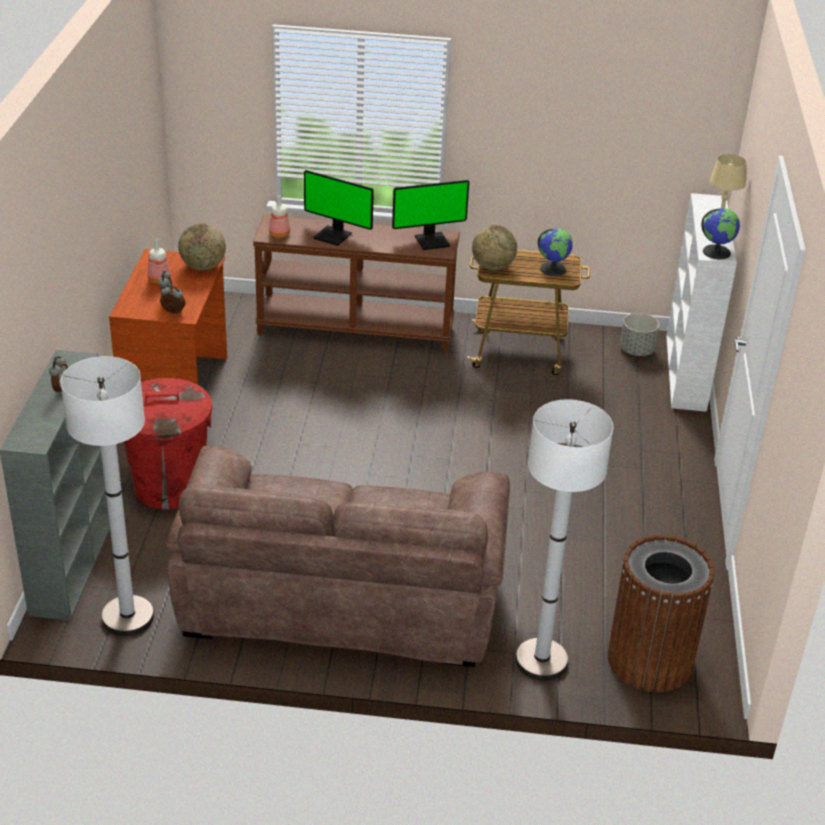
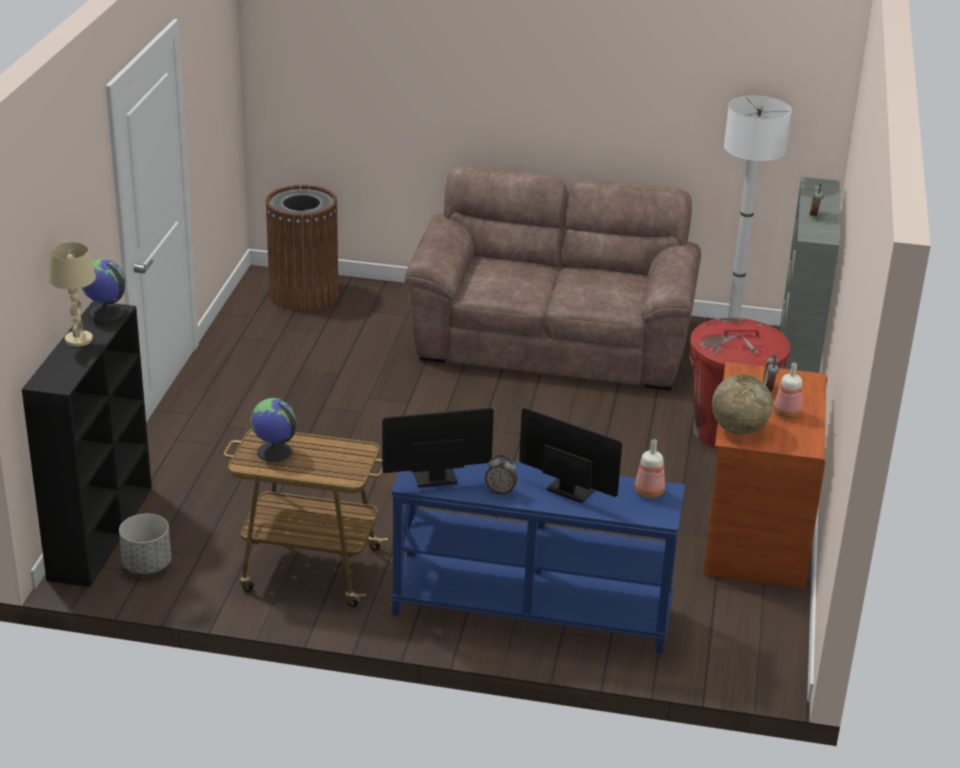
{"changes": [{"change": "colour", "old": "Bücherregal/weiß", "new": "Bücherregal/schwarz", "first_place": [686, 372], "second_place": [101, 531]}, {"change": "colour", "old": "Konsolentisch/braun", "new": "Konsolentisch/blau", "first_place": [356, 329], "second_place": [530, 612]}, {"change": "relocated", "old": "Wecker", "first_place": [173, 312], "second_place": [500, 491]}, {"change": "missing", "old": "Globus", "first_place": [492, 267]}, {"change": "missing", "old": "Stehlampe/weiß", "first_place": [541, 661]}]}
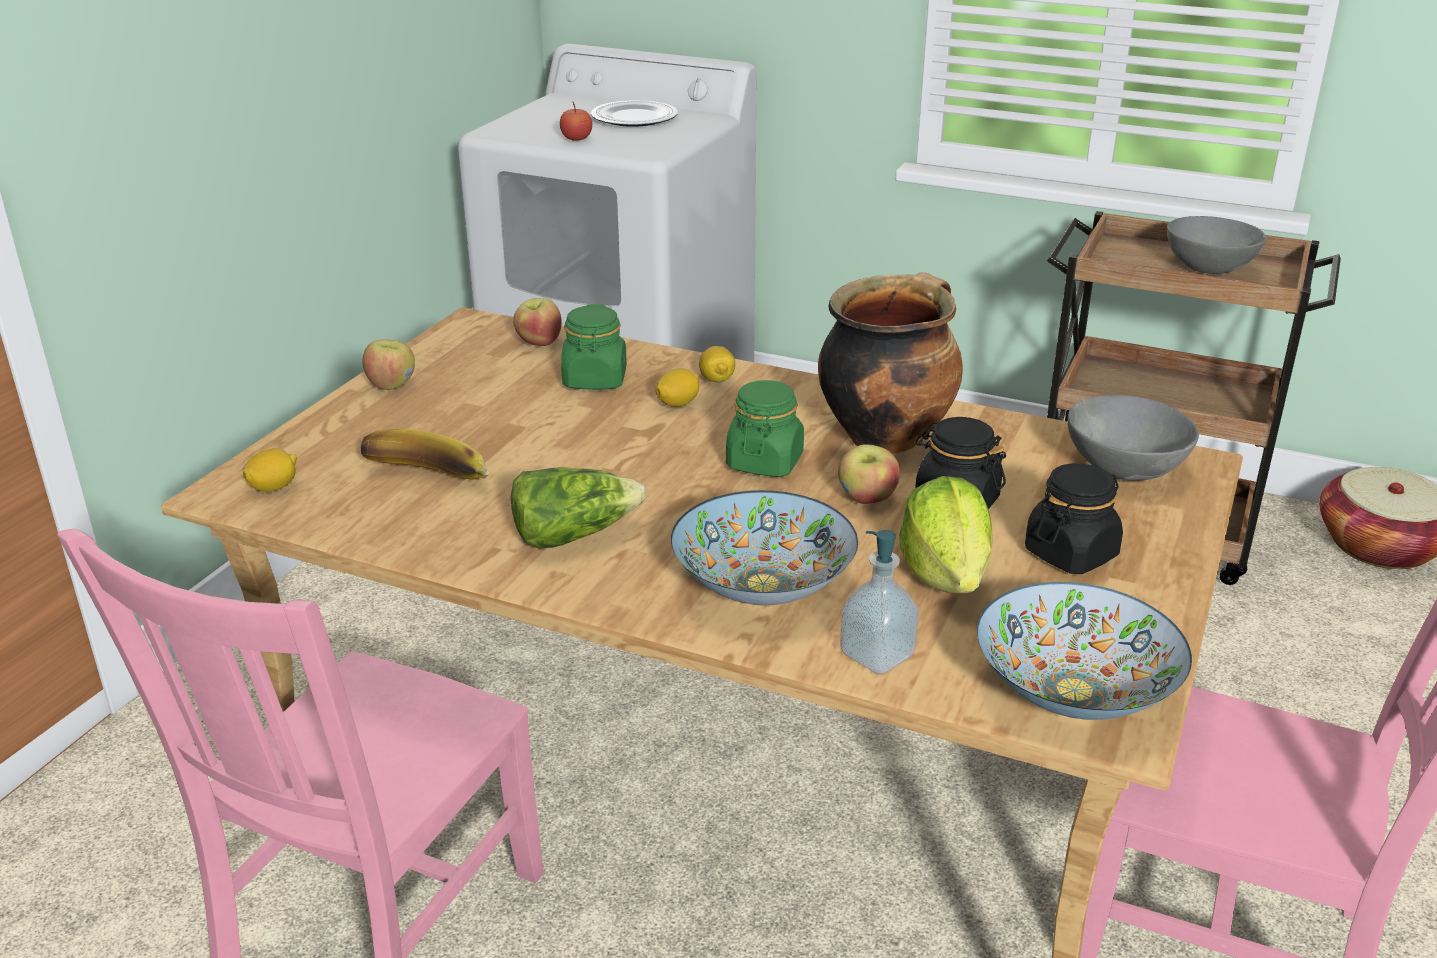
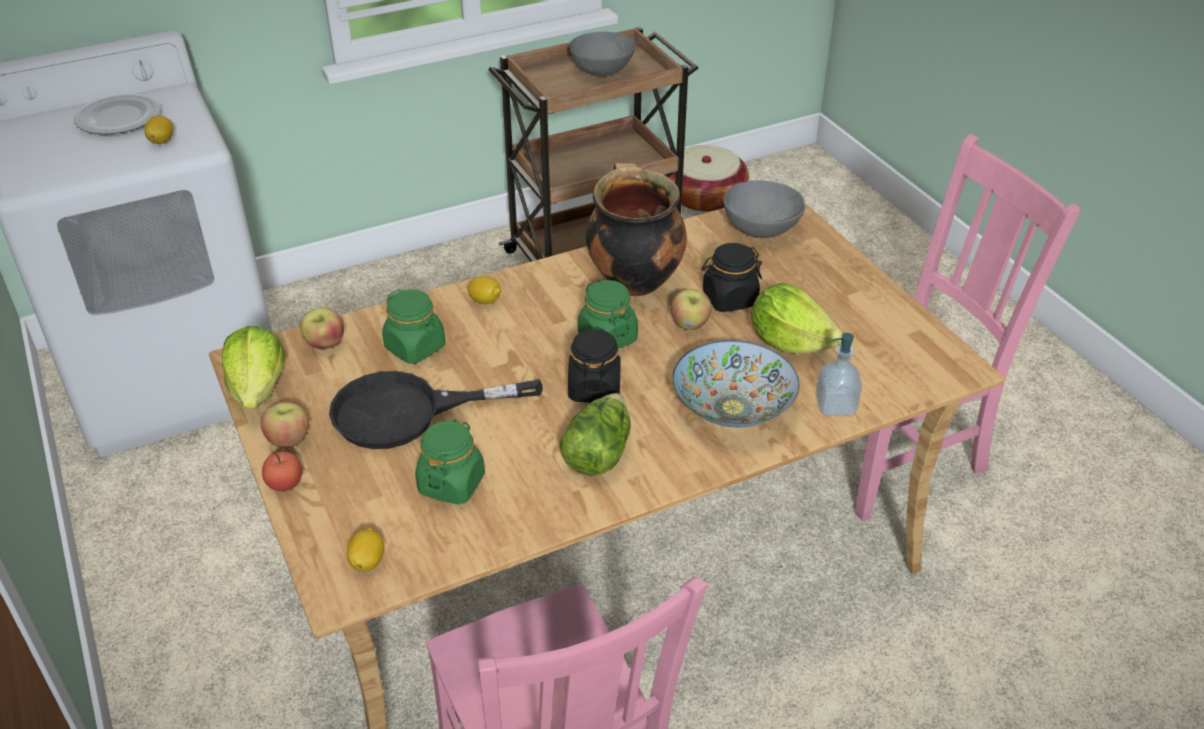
{"changes": [{"change": "relocated", "old": "Zitrone", "first_place": [678, 403], "second_place": [162, 141]}, {"change": "appeared", "new": "Salatkopf", "second_place": [259, 389]}, {"change": "relocated", "old": "Apfel", "first_place": [576, 138], "second_place": [285, 483]}, {"change": "appeared", "new": "Pfanne/schwarz", "second_place": [407, 412]}, {"change": "exchanged", "old": "Banane", "new": "Vorratsglas/grün", "first_place": [426, 480], "second_place": [451, 483]}, {"change": "relocated", "old": "Vorratsglas/schwarz", "first_place": [1071, 553], "second_place": [594, 388]}, {"change": "missing", "old": "Schüssel", "first_place": [1075, 692]}]}
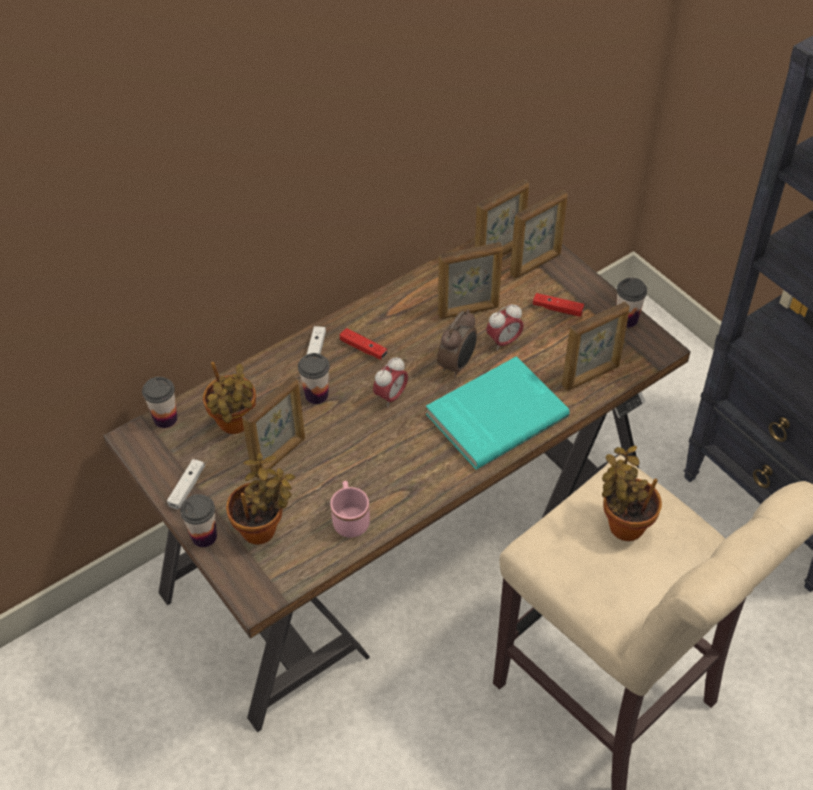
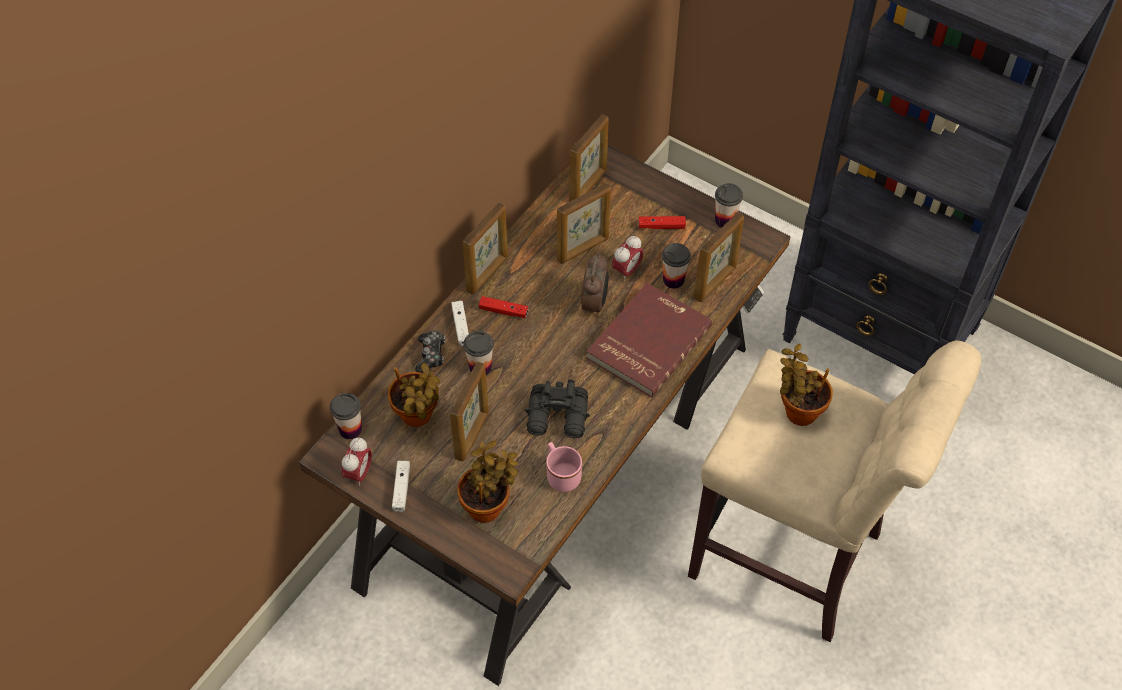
{"changes": [{"change": "relocated", "old": "Wecker", "first_place": [391, 397], "second_place": [359, 473]}, {"change": "appeared", "new": "Gamepad", "second_place": [431, 355]}, {"change": "relocated", "old": "Bilderrahmen", "first_place": [536, 264], "second_place": [488, 274]}, {"change": "appeared", "new": "Fernglas/schwarz", "second_place": [558, 418]}, {"change": "colour", "old": "Buch/türkis", "new": "Buch/rot", "first_place": [495, 414], "second_place": [647, 341]}, {"change": "relocated", "old": "Tasse", "first_place": [204, 536], "second_place": [673, 280]}]}
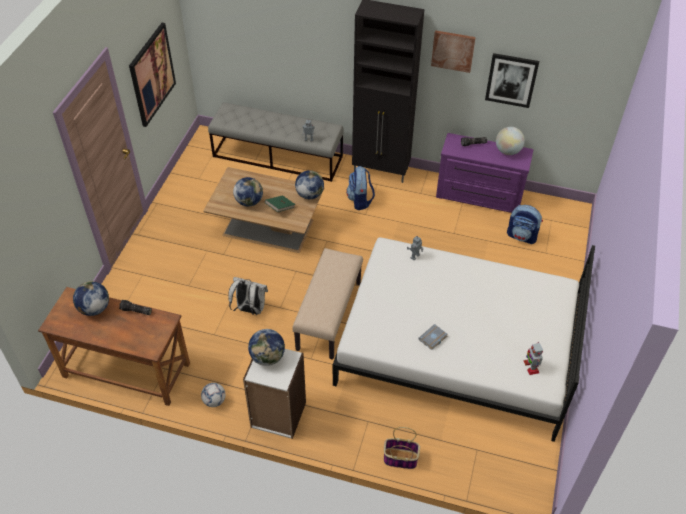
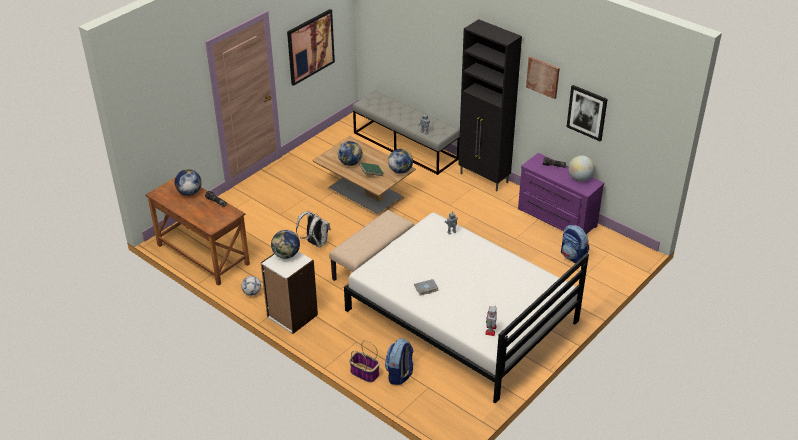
{"changes": [{"change": "relocated", "old": "Rucksack", "first_place": [360, 200], "second_place": [399, 374]}]}
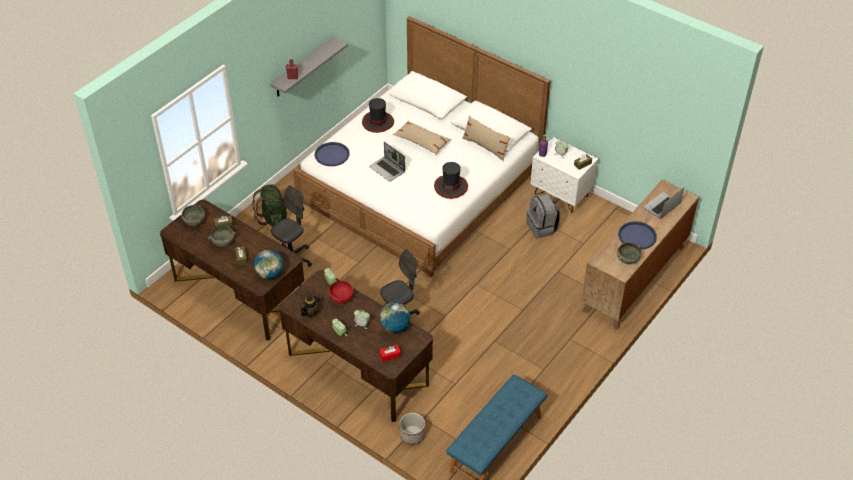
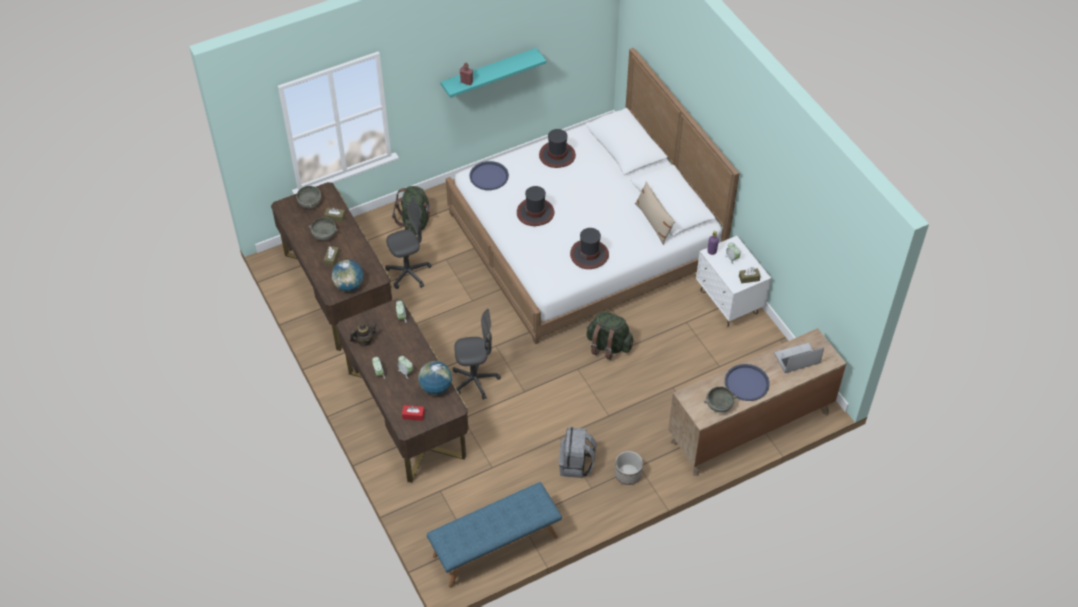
{"changes": [{"change": "colour", "old": "Wandregal/grau", "new": "Wandregal/türkis", "first_place": [303, 67], "second_place": [489, 73]}, {"change": "exchanged", "old": "Laptop", "new": "Hut", "first_place": [387, 169], "second_place": [535, 212]}, {"change": "relocated", "old": "Rucksack/grau", "first_place": [542, 228], "second_place": [576, 464]}, {"change": "appeared", "new": "Rucksack/grün", "second_place": [608, 346]}, {"change": "relocated", "old": "Pflanzkübel", "first_place": [412, 435], "second_place": [627, 474]}, {"change": "missing", "old": "Schüssel/rot", "first_place": [342, 298]}, {"change": "missing", "old": "Kissen/beige", "first_place": [421, 141]}]}
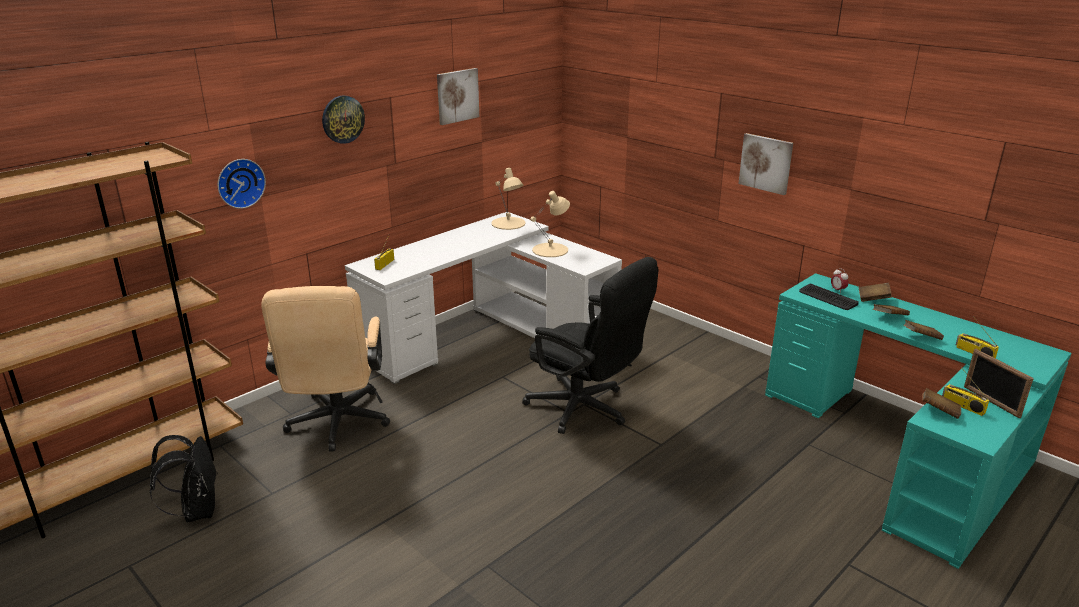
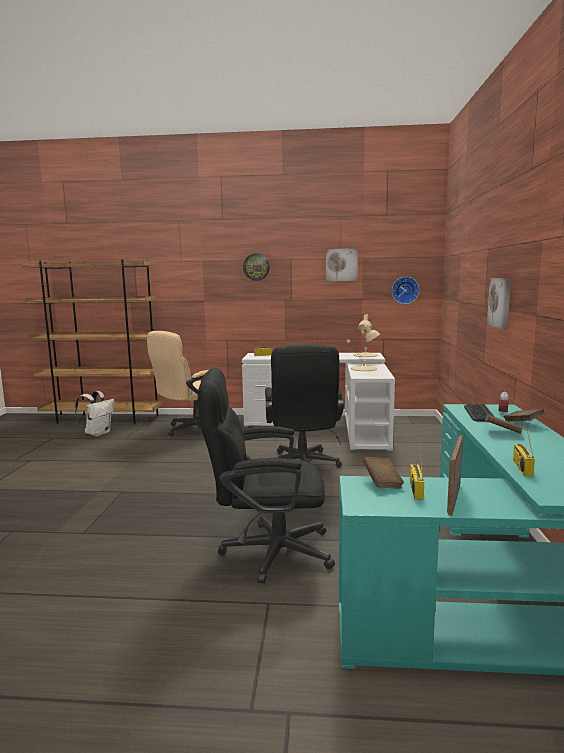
{"changes": [{"change": "colour", "old": "Rucksack/schwarz", "new": "Rucksack/weiß", "first_place": [197, 510], "second_place": [98, 433]}, {"change": "appeared", "new": "Bürostuhl/schwarz", "second_place": [266, 551]}, {"change": "relocated", "old": "Wanduhr", "first_place": [240, 182], "second_place": [405, 290]}, {"change": "missing", "old": "Buch/braun", "first_place": [921, 337]}]}
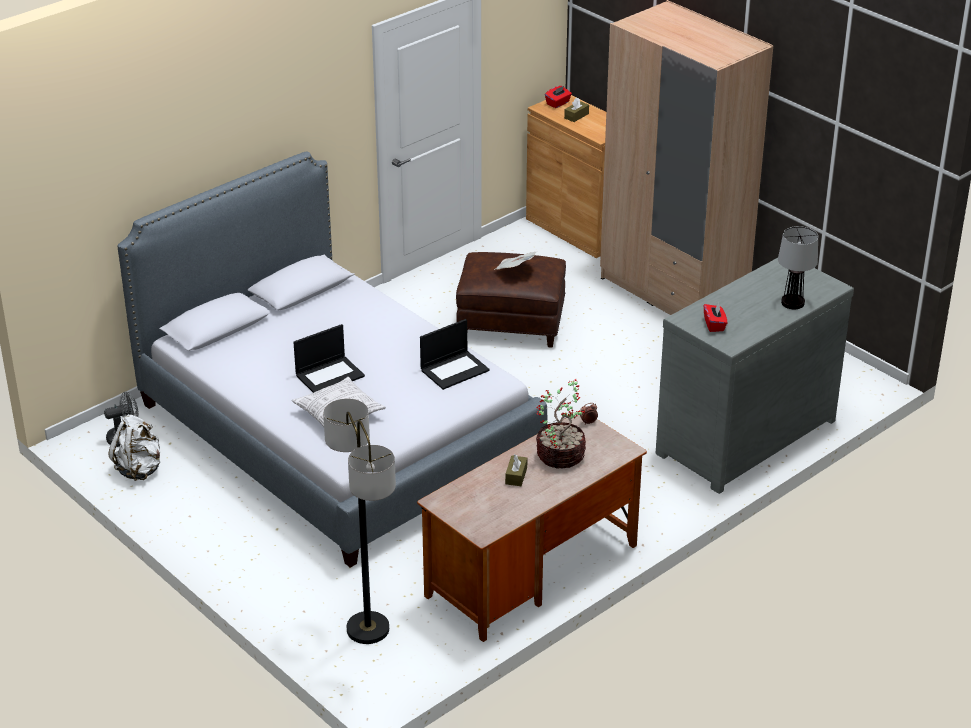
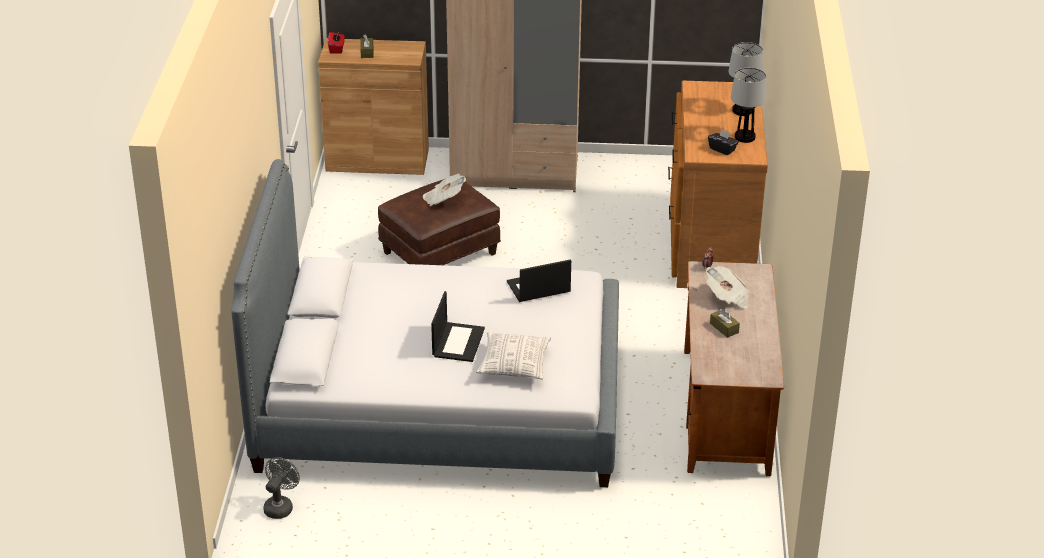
{"changes": [{"change": "spun", "old": "Laptop", "first_place": [455, 370], "second_place": [538, 287], "degrees": -120}, {"change": "colour", "old": "Kommode/grau", "new": "Kommode/braun", "first_place": [743, 435], "second_place": [710, 244]}, {"change": "exchanged", "old": "Topfpflanze", "new": "Zeitung", "first_place": [561, 455], "second_place": [727, 298]}, {"change": "colour", "old": "Taschentuchbox/rot", "new": "Taschentuchbox/schwarz", "first_place": [714, 325], "second_place": [722, 149]}, {"change": "appeared", "new": "Tischlampe", "second_place": [744, 137]}, {"change": "missing", "old": "Rucksack/weiß", "first_place": [139, 469]}, {"change": "missing", "old": "Stehlampe", "first_place": [368, 629]}]}
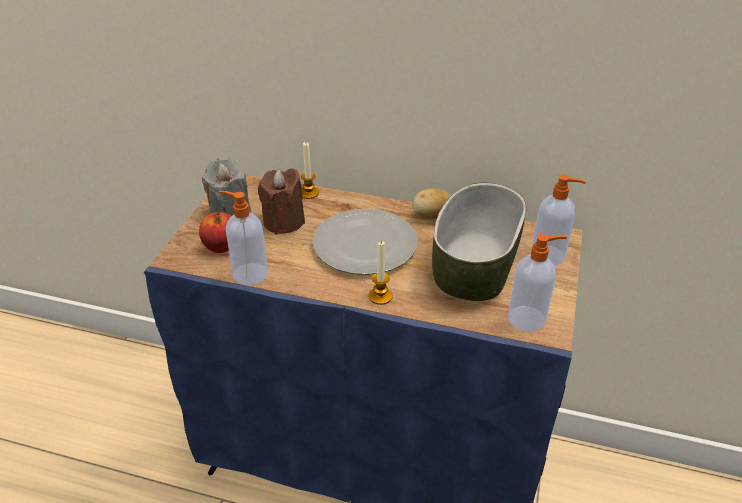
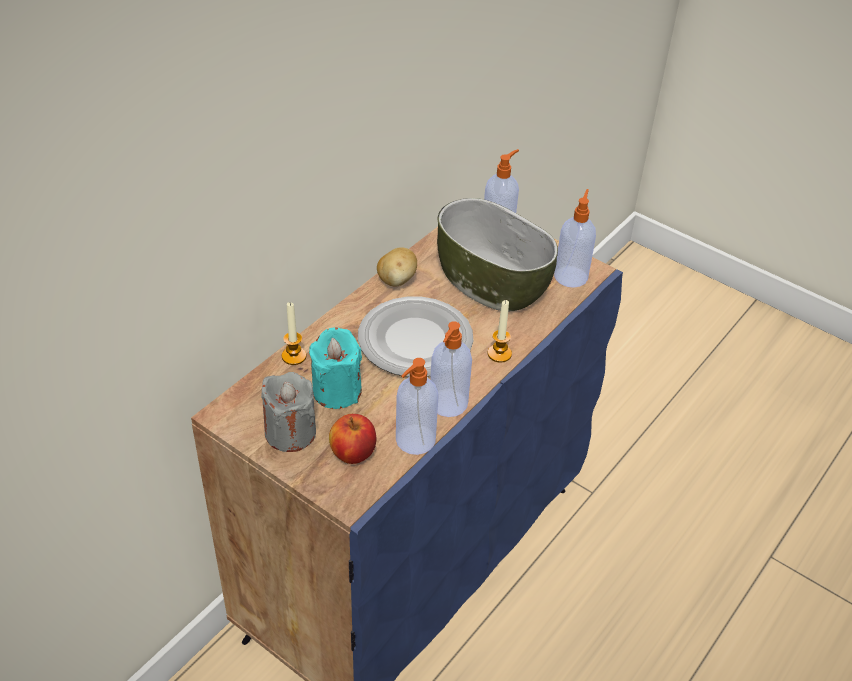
{"changes": [{"change": "colour", "old": "Kerze/braun", "new": "Kerze/türkis", "first_place": [283, 222], "second_place": [337, 391]}, {"change": "appeared", "new": "Seifenspender", "second_place": [447, 404]}]}
